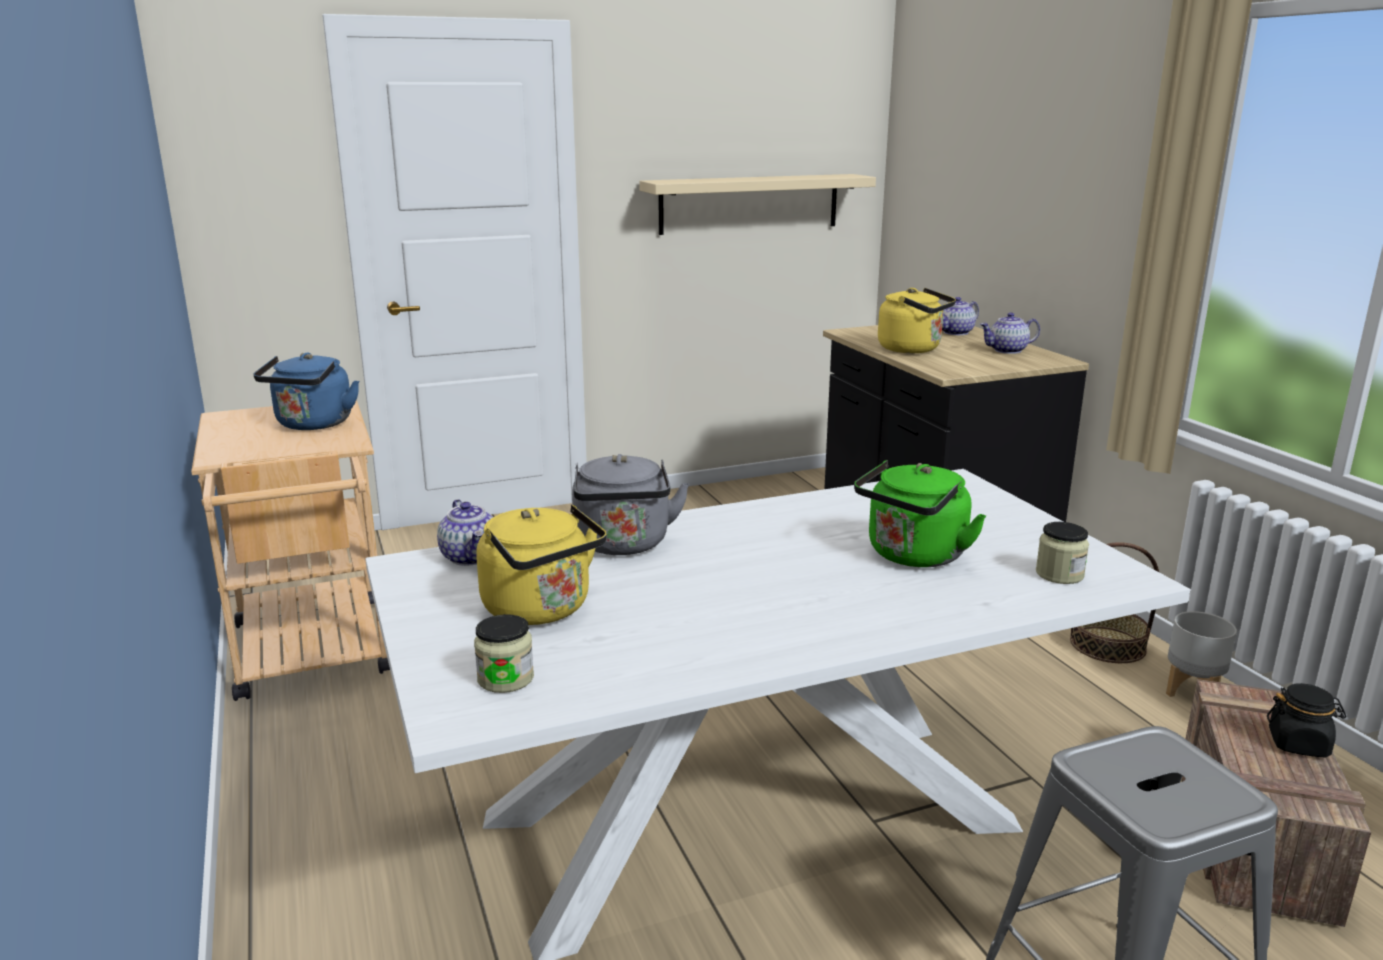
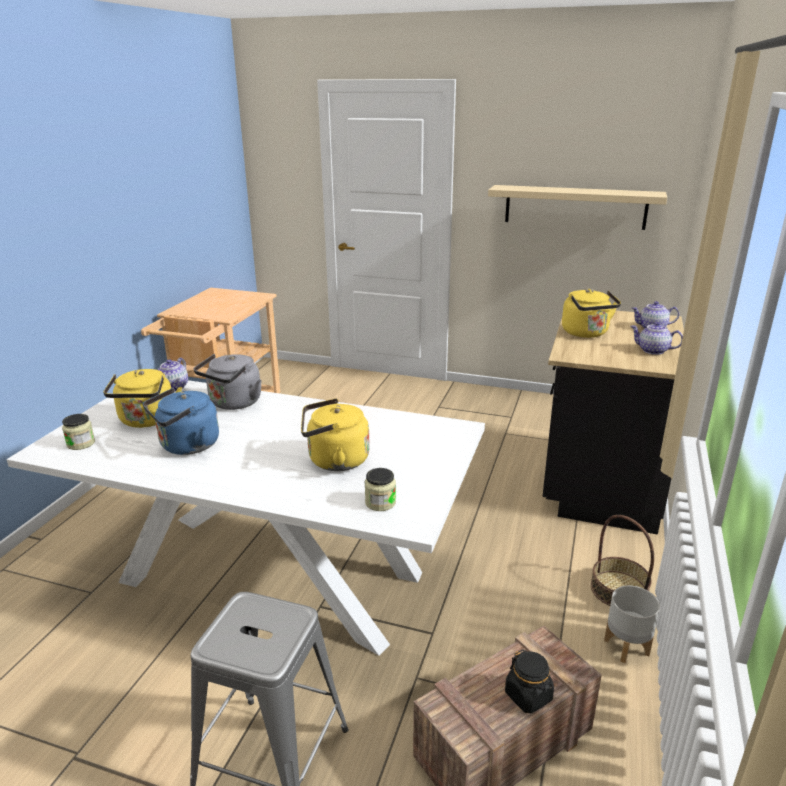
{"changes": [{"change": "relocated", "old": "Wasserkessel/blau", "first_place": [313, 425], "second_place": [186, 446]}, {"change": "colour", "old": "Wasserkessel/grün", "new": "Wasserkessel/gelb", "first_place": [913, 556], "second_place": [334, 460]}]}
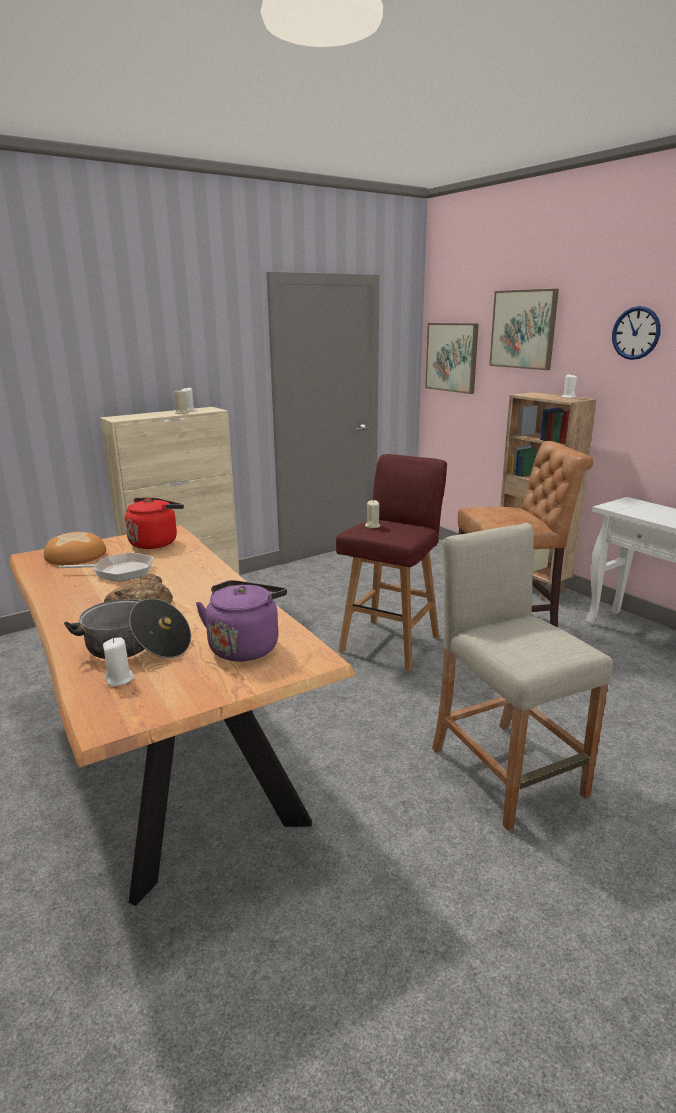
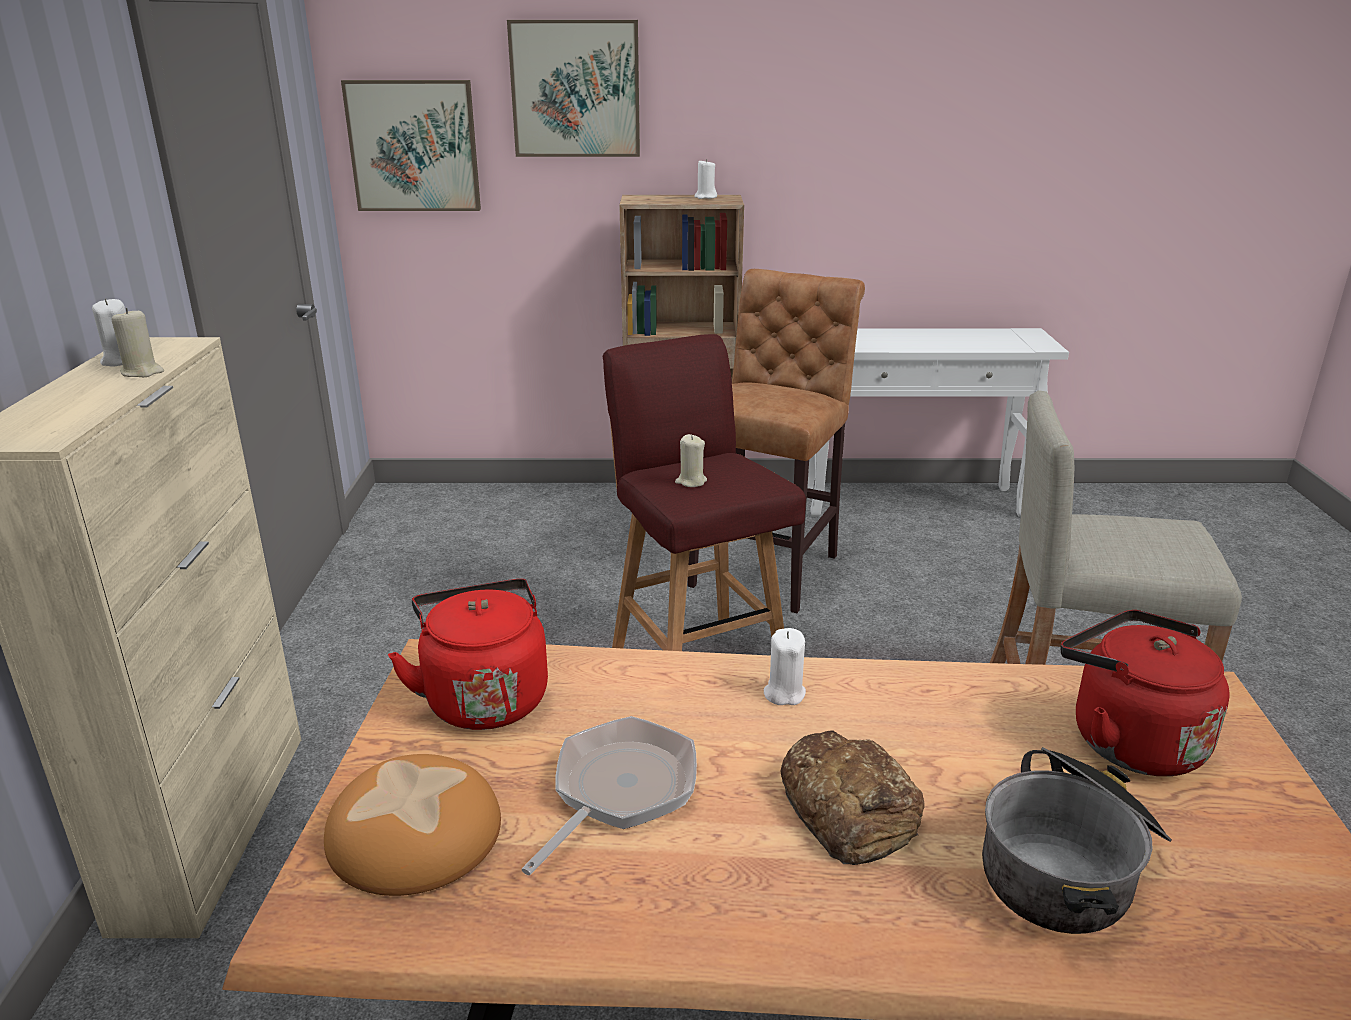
{"changes": [{"change": "relocated", "old": "Kerze/weiß", "first_place": [120, 679], "second_place": [784, 693]}, {"change": "colour", "old": "Wasserkessel/lila", "new": "Wasserkessel/rot", "first_place": [245, 646], "second_place": [1128, 740]}, {"change": "missing", "old": "Wanduhr", "first_place": [636, 333]}]}
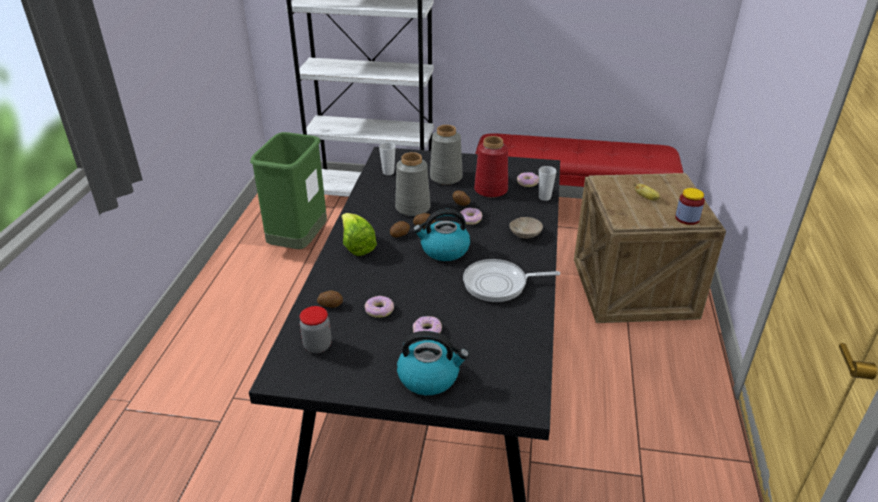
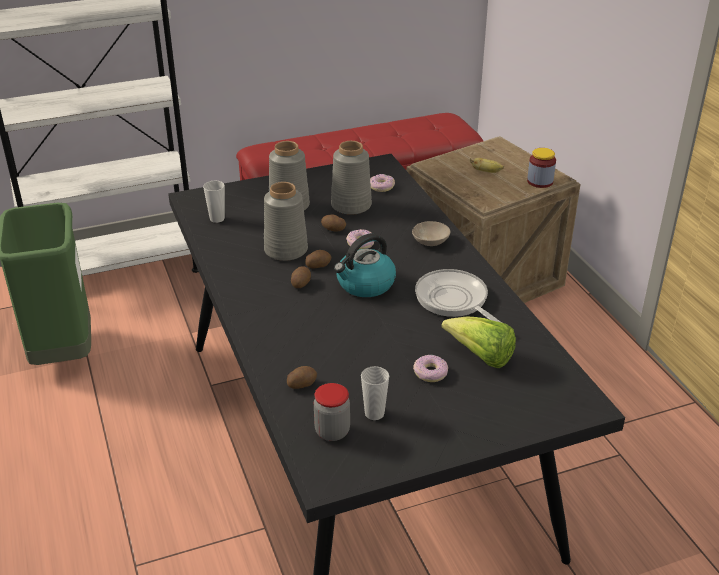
{"changes": [{"change": "colour", "old": "Vase/rot", "new": "Vase/grau", "first_place": [491, 190], "second_place": [351, 205]}, {"change": "relocated", "old": "Tasse", "first_place": [544, 197], "second_place": [374, 413]}, {"change": "spun", "old": "Pfanne", "first_place": [499, 284], "second_place": [454, 300], "degrees": 90}, {"change": "relocated", "old": "Salatkopf", "first_place": [357, 246], "second_place": [480, 356]}, {"change": "missing", "old": "Donut", "first_place": [379, 310]}, {"change": "missing", "old": "Wasserkessel", "first_place": [429, 377]}]}
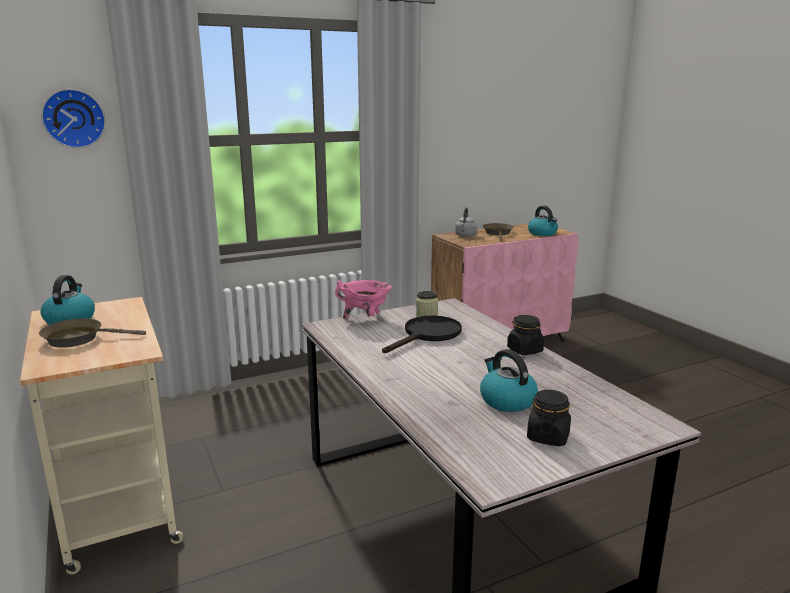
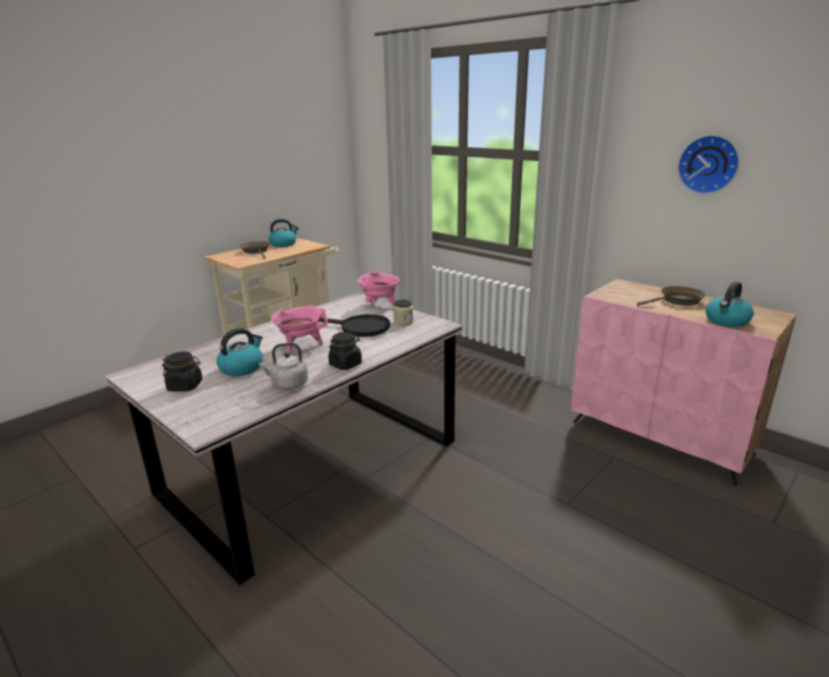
{"changes": [{"change": "relocated", "old": "Wasserkessel/grau", "first_place": [465, 236], "second_place": [288, 384]}, {"change": "appeared", "new": "Kochtopf/rosa", "second_place": [301, 346]}, {"change": "relocated", "old": "Wanduhr", "first_place": [74, 118], "second_place": [709, 164]}]}
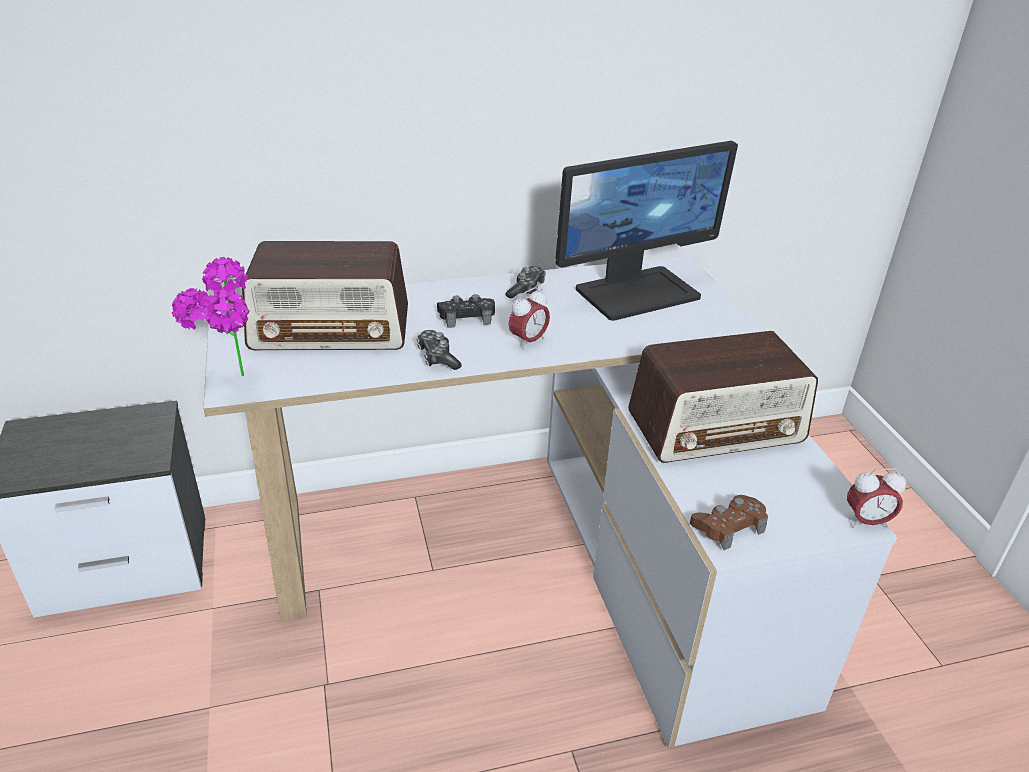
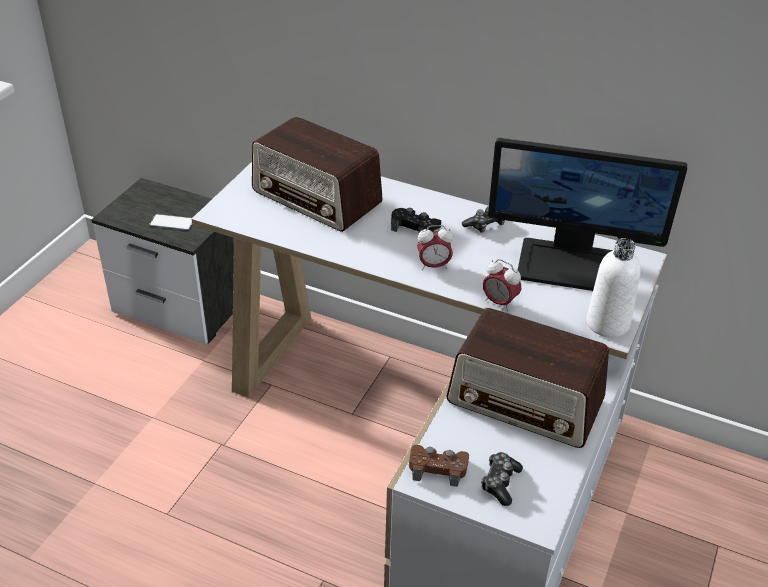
{"changes": [{"change": "appeared", "new": "Handy", "second_place": [171, 222]}, {"change": "relocated", "old": "Gamepad", "first_place": [437, 357], "second_place": [500, 483]}, {"change": "relocated", "old": "Wecker", "first_place": [866, 521], "second_place": [499, 302]}, {"change": "appeared", "new": "Flasche/weiß", "second_place": [607, 324]}, {"change": "missing", "old": "Topfpflanze", "first_place": [232, 383]}]}
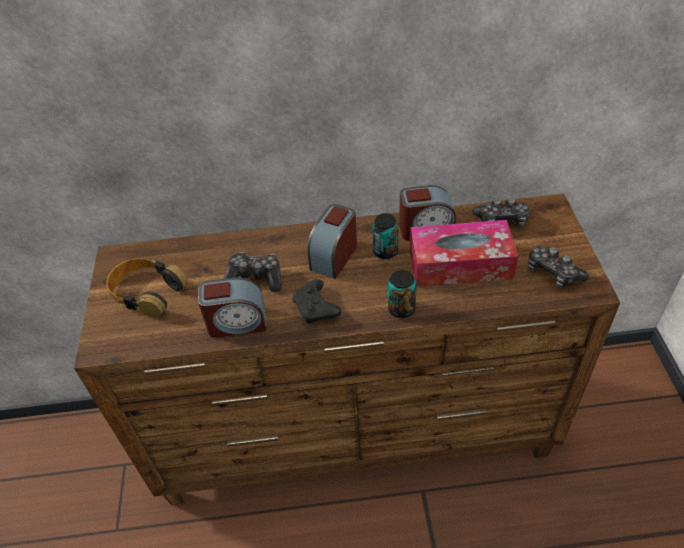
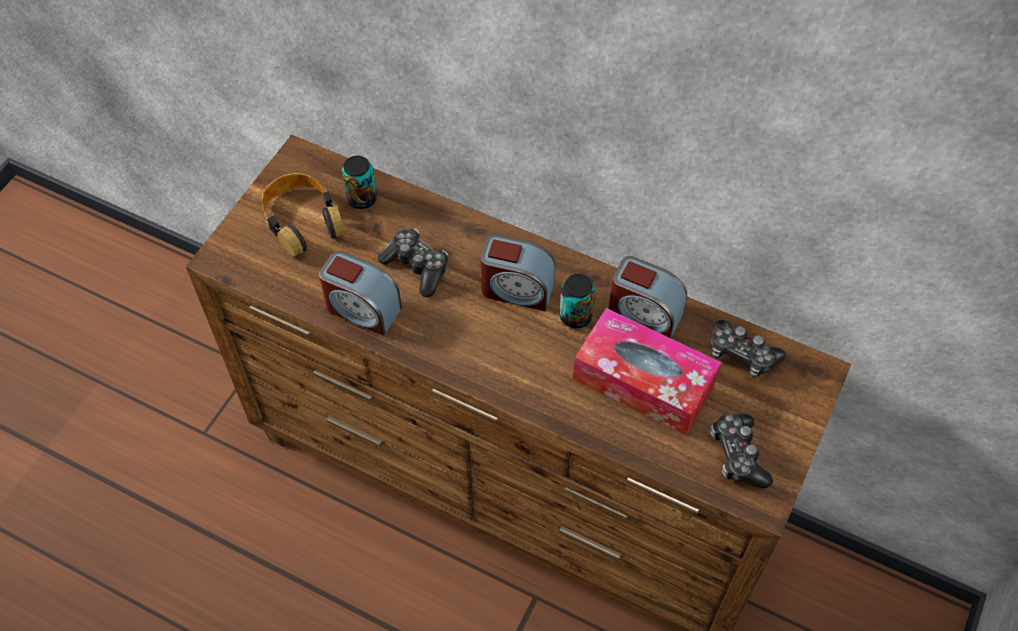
{"changes": [{"change": "relocated", "old": "Dose", "first_place": [401, 309], "second_place": [362, 199]}, {"change": "spun", "old": "Wecker", "first_place": [334, 256], "second_place": [517, 289], "degrees": -135}, {"change": "missing", "old": "Gamepad/schwarz", "first_place": [316, 309]}]}
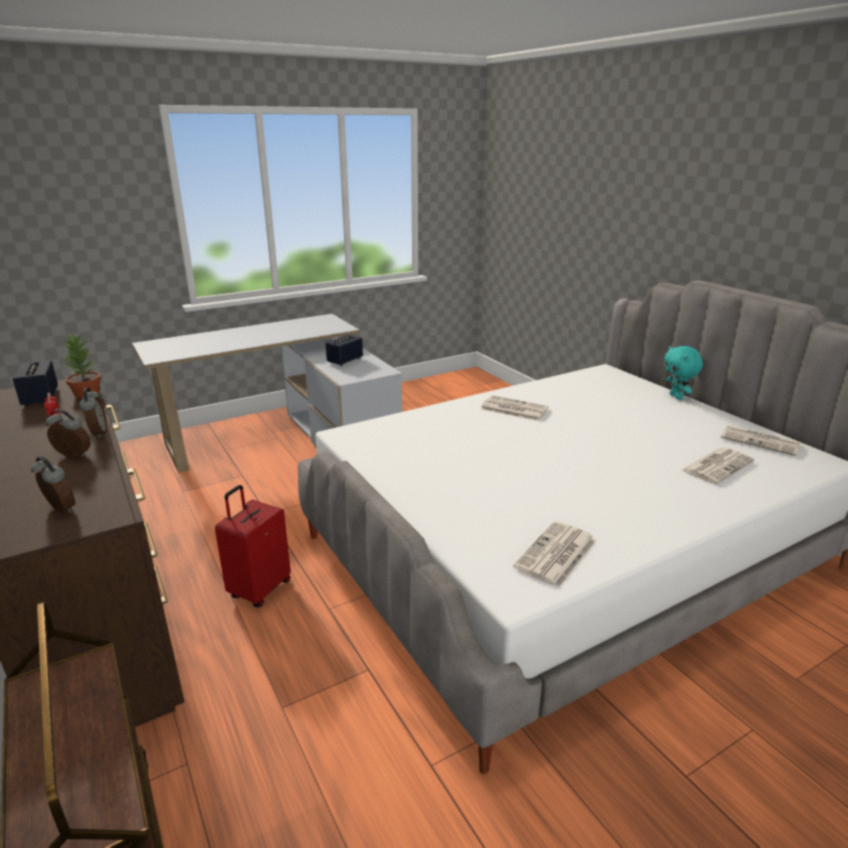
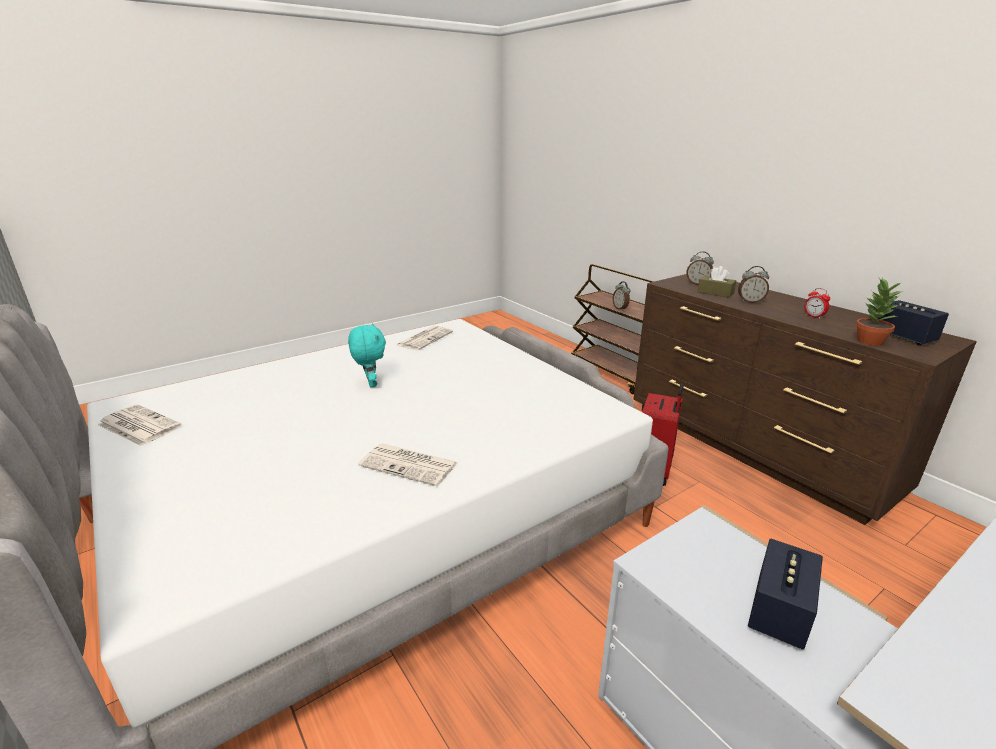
{"changes": [{"change": "relocated", "old": "Plüschtier/türkis", "first_place": [677, 397], "second_place": [370, 383]}, {"change": "relocated", "old": "Wecker", "first_place": [98, 433], "second_place": [620, 308]}, {"change": "appeared", "new": "Taschentuchbox/braun", "second_place": [715, 293]}, {"change": "missing", "old": "Zeitung", "first_place": [717, 465]}]}
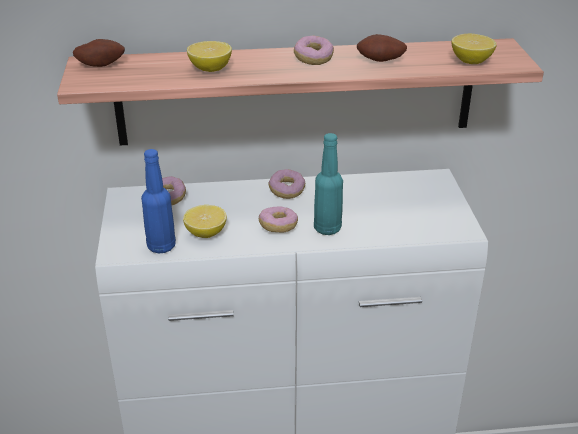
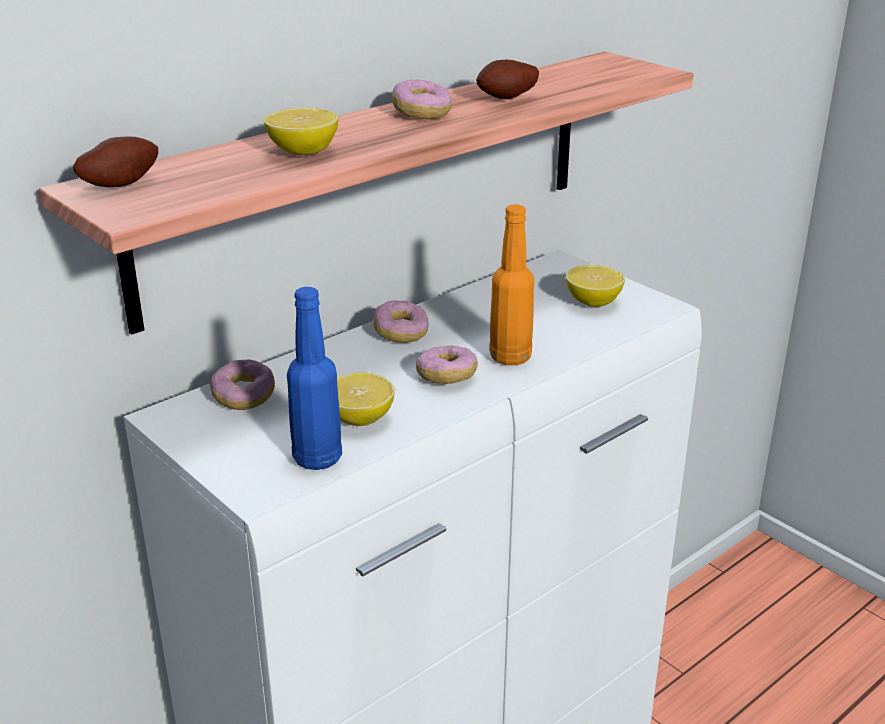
{"changes": [{"change": "colour", "old": "Flasche/türkis", "new": "Flasche/orange", "first_place": [327, 228], "second_place": [510, 357]}, {"change": "relocated", "old": "Zitrone", "first_place": [471, 61], "second_place": [593, 302]}]}
